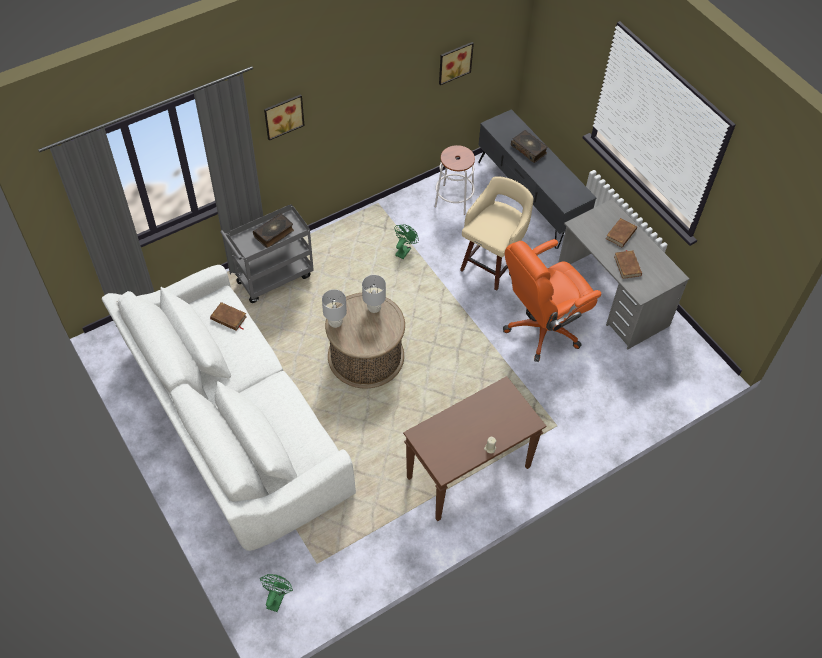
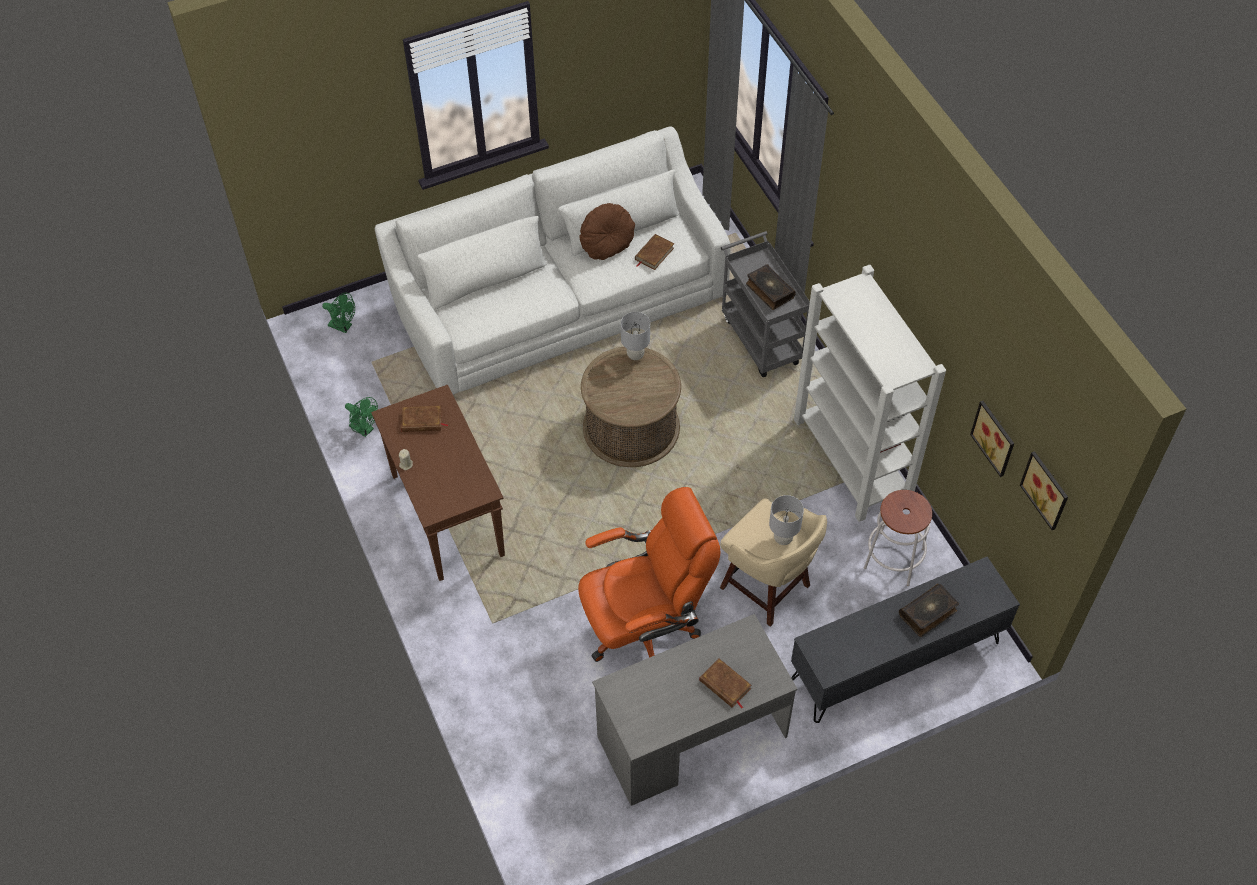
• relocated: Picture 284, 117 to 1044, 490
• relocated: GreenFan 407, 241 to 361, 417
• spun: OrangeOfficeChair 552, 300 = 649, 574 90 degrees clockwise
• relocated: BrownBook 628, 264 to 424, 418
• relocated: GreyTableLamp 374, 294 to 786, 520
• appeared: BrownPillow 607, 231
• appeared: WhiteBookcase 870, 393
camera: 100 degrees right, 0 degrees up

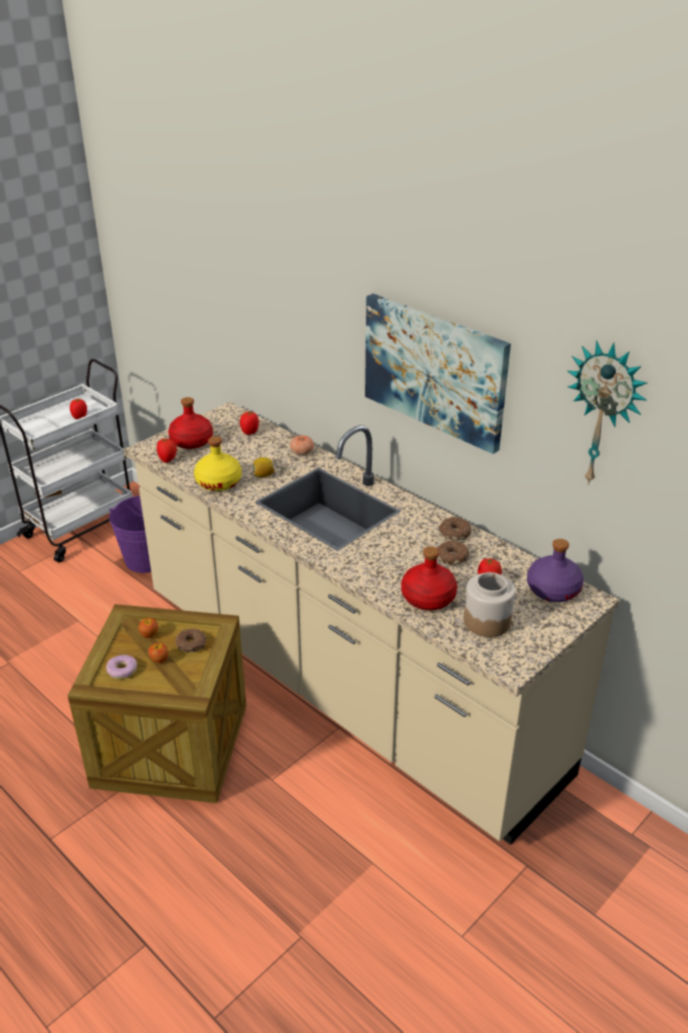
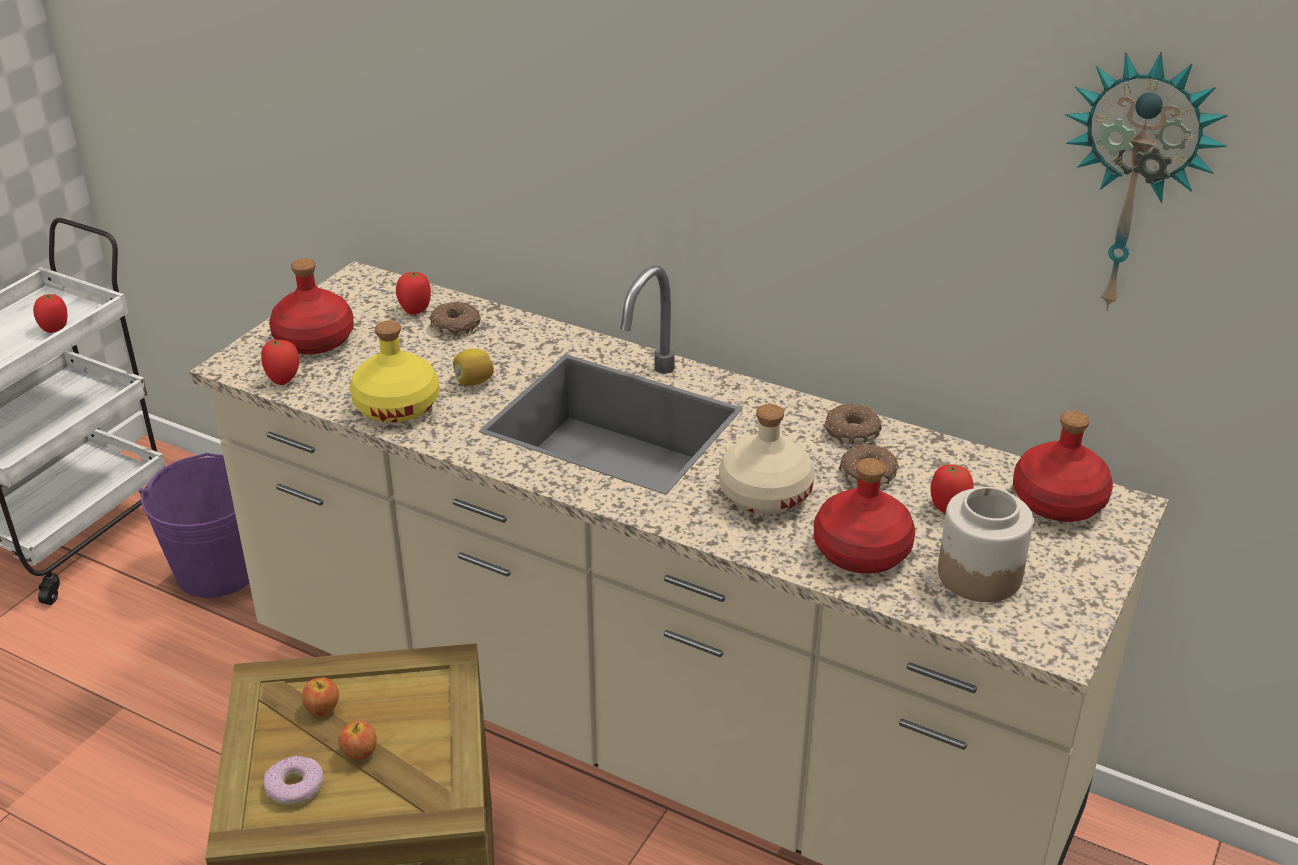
• missing: Picture 438, 374
• missing: Tomato 302, 445
• colour: PurpleBottle 555, 570 to RedBottle 1063, 466
• relocated: Donut 190, 641 to 455, 318
• appeared: BeigeBottle 767, 459
camera: 15 degrees left, 0 degrees up

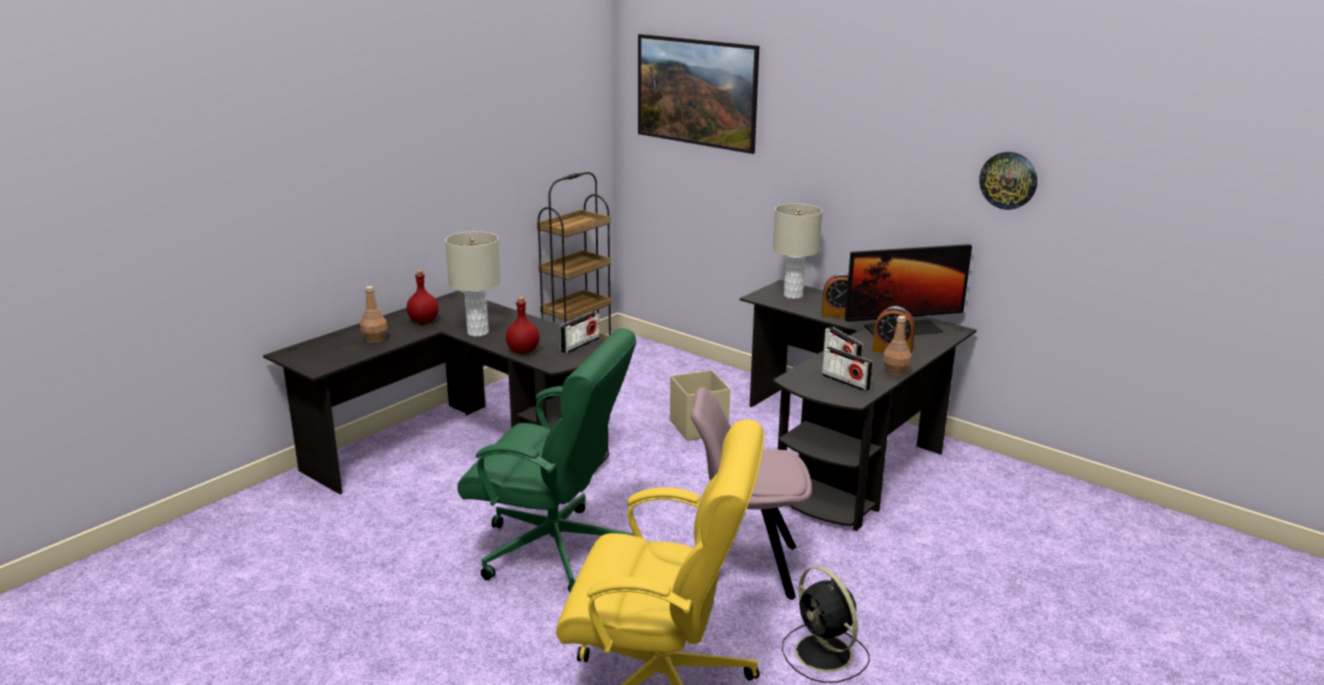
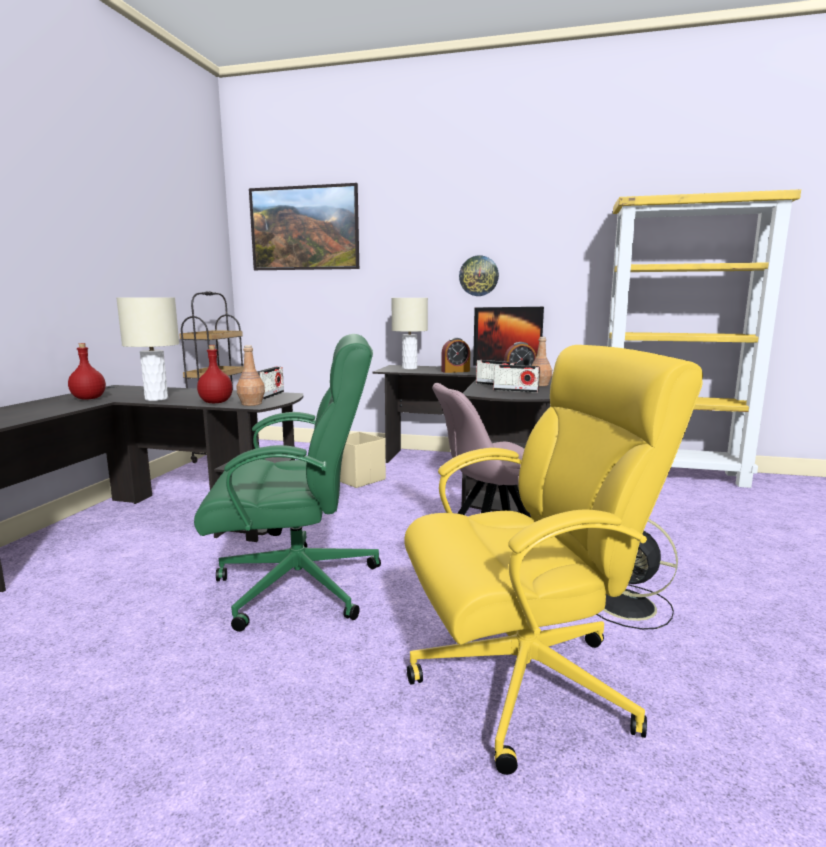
• relocated: WallClock 1008, 181 to 479, 275
• relocated: BrownBottle 373, 314 to 251, 375
• appeared: YellowBookcase 704, 338
camera: 25 degrees left, 10 degrees down

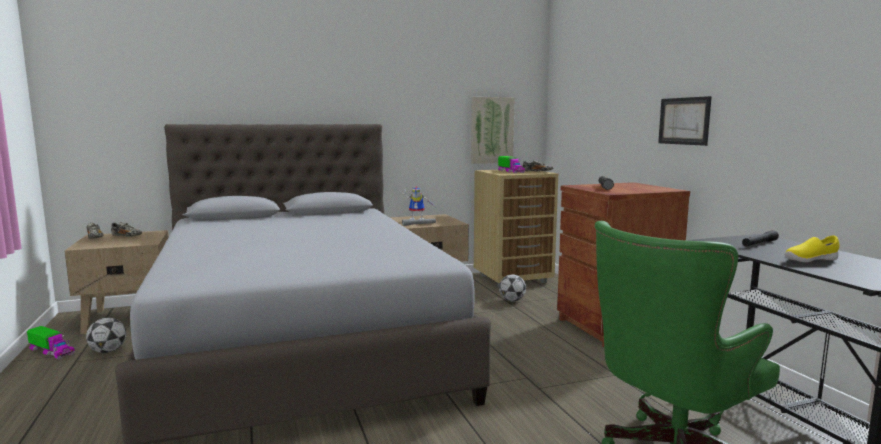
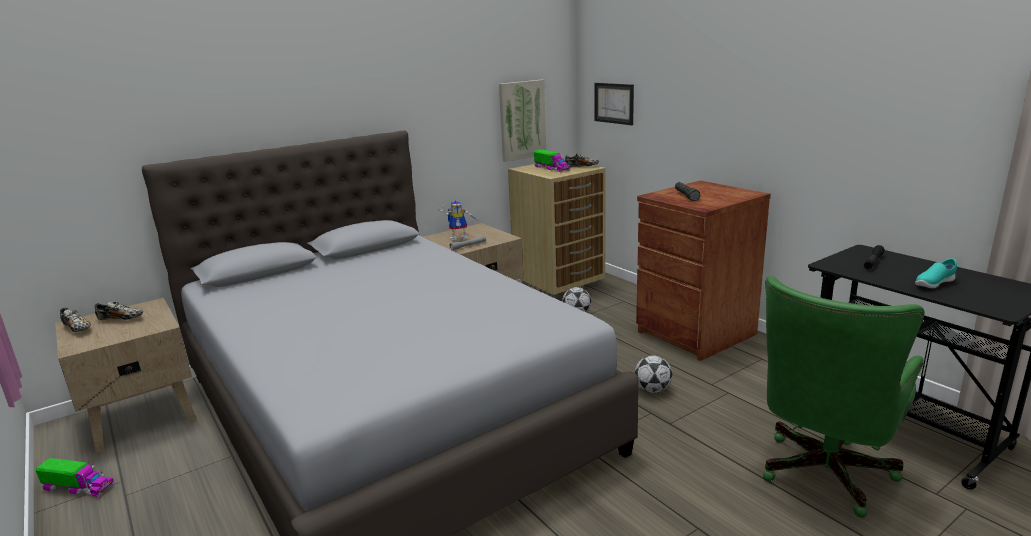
• relocated: Picture 685, 121 to 614, 104
• colour: YellowShoe 812, 249 to TurquoiseShoe 936, 273
• relocated: Football 106, 335 to 653, 374
camera: 15 degrees left, 10 degrees up

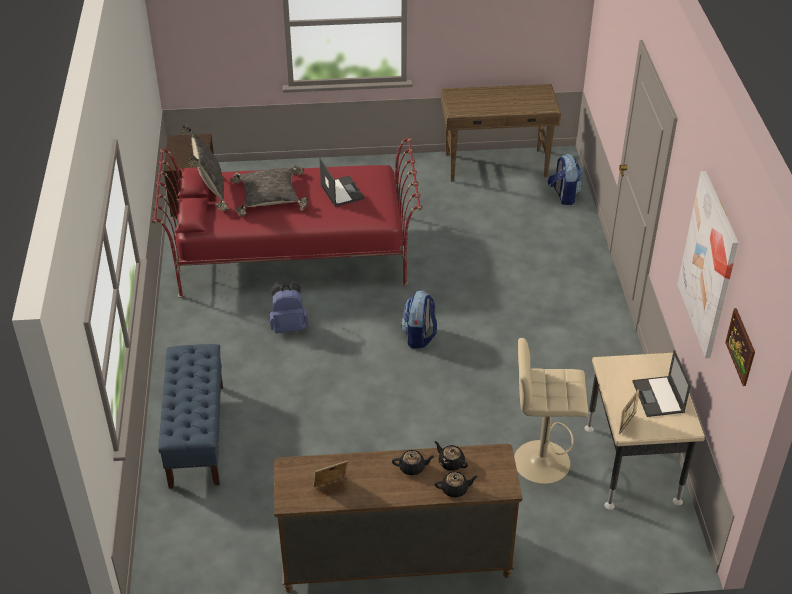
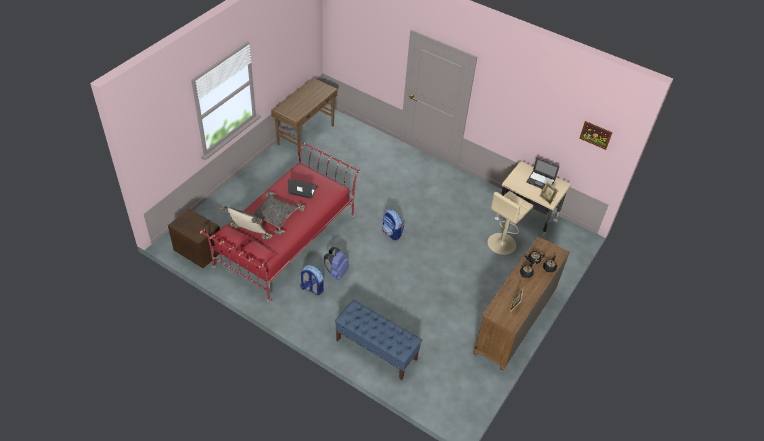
• relocated: Backpack 565, 179 to 312, 280
• missing: Picture 708, 264
camera: 55 degrees left, 5 degrees up

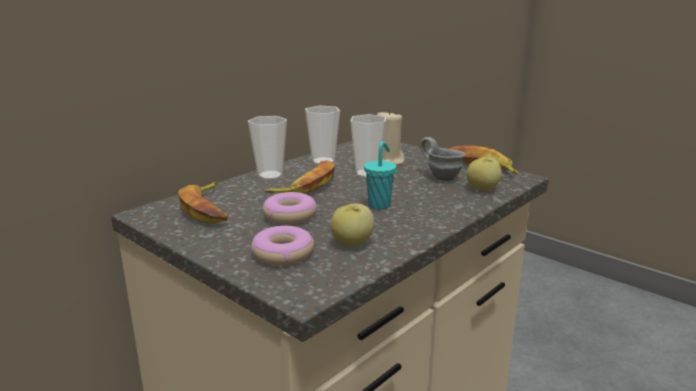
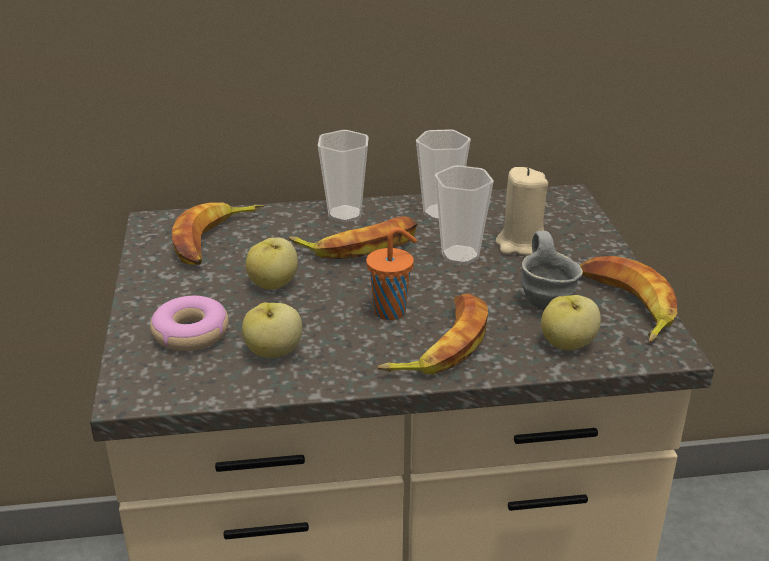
• colour: TurquoiseCup 380, 175 to OrangeCup 391, 273
• exchanged: Donut 290, 208 to Apple 272, 263
• appeared: Banana 432, 334
camera: 40 degrees right, 10 degrees up

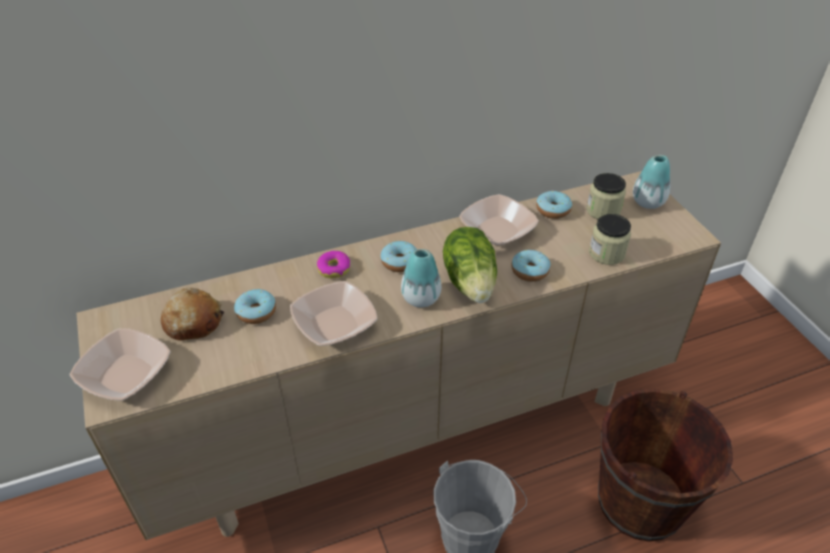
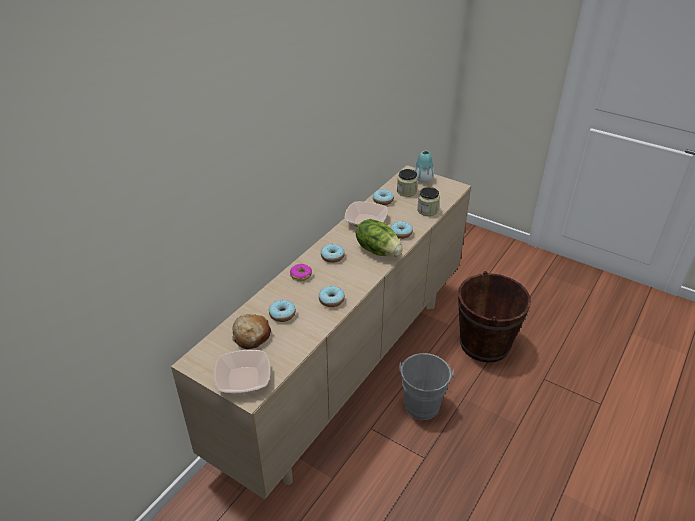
• missing: Vase 421, 278
• exchanged: Bowl 334, 313 to Donut 332, 296
camera: 35 degrees left, 5 degrees down

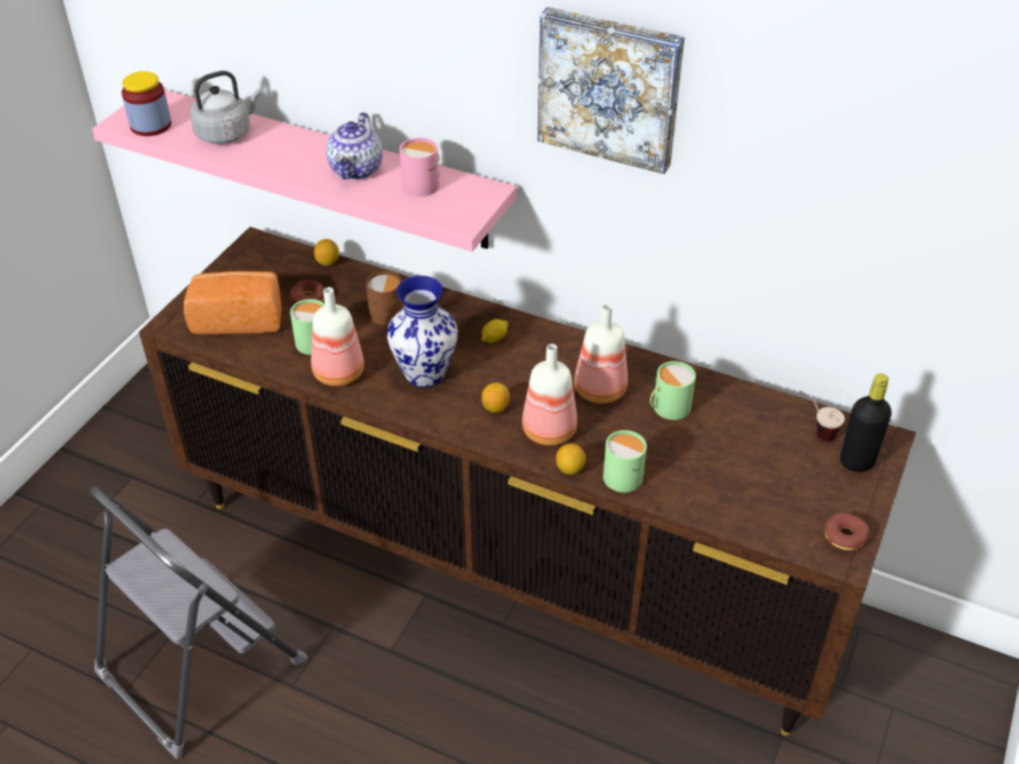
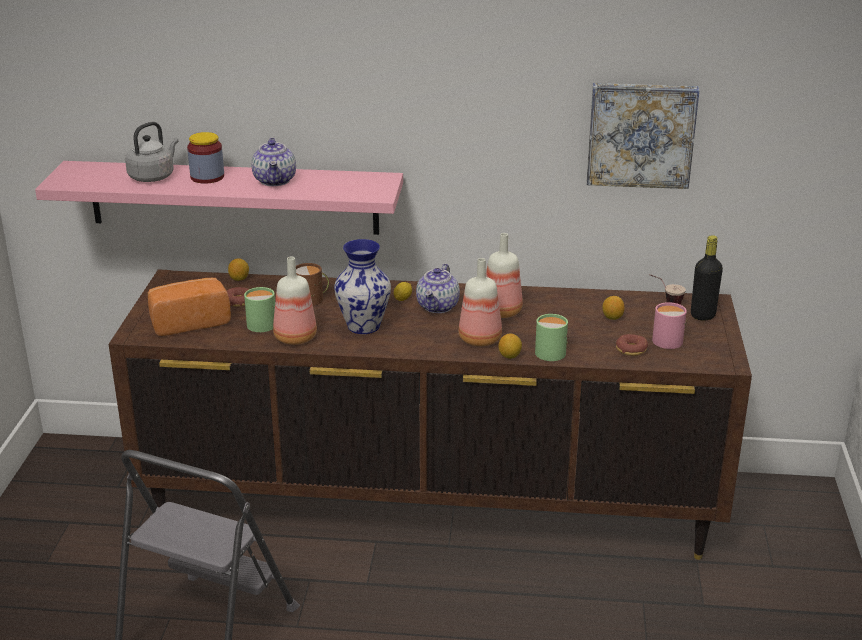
• relocated: Picture 611, 90 to 643, 136
• relocated: Jar 146, 103 to 205, 158
• relocated: PinkMug 419, 167 to 669, 325
• missing: GreenMug 673, 390
• relocated: Lemon 496, 398 to 613, 308
• relocated: Donut 846, 531 to 632, 345
• appeared: Teapot 438, 288
camera: 20 degrees left, 15 degrees down

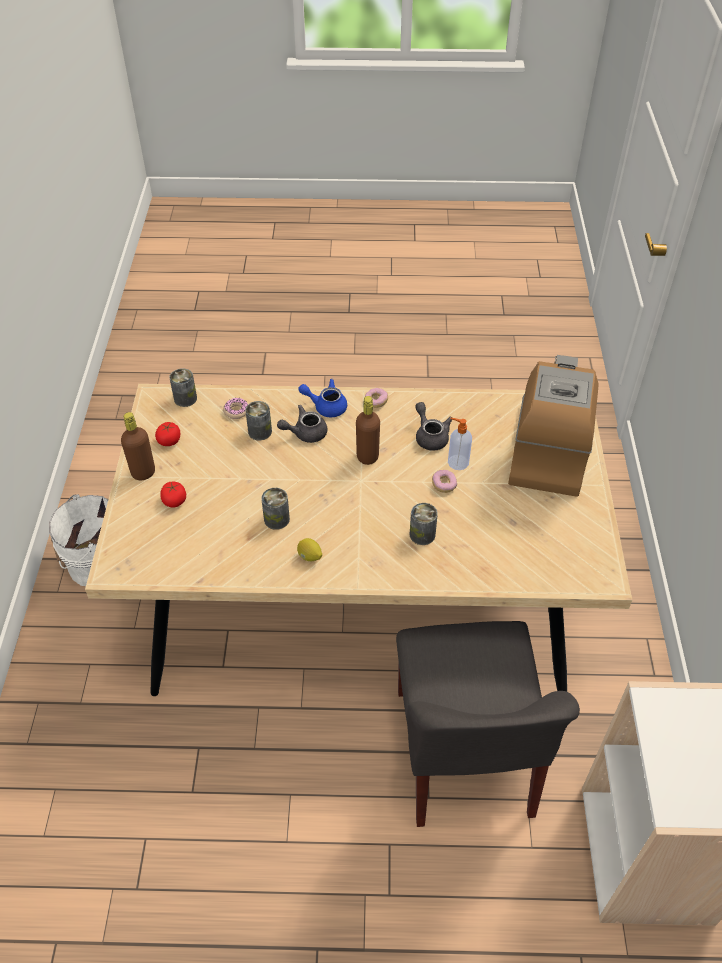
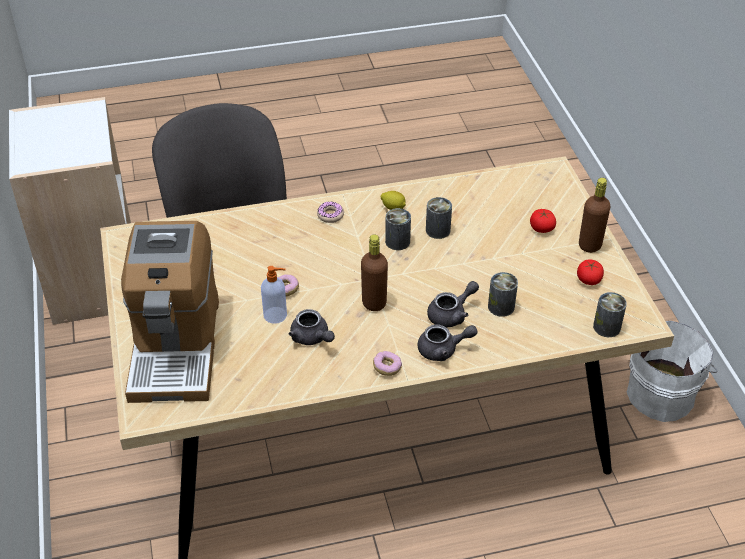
• colour: BlueTeapot 322, 398 to GreyTeapot 447, 342
• relocated: Donut 235, 408 to 330, 212
• relocated: Can 424, 524 to 398, 229
camera: 165 degrees right, 5 degrees down

